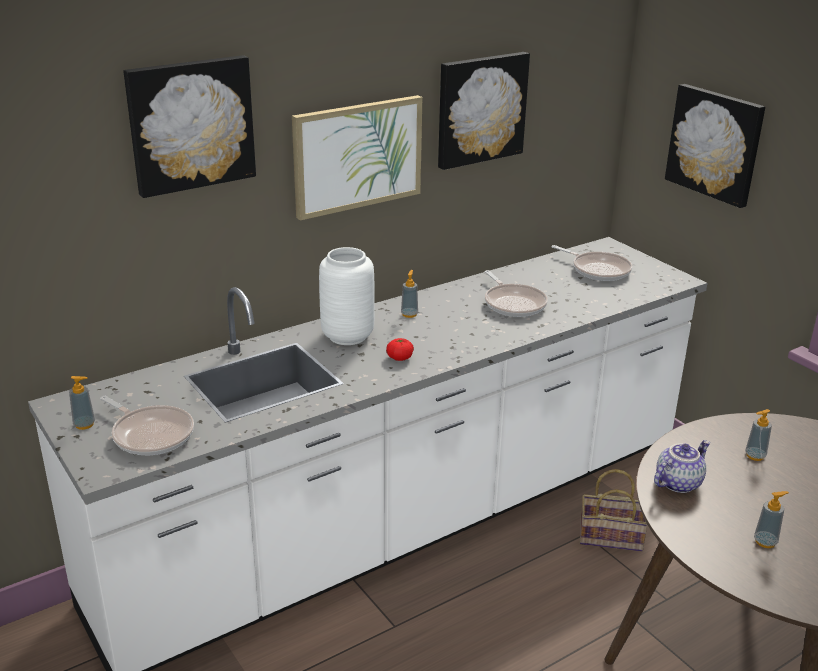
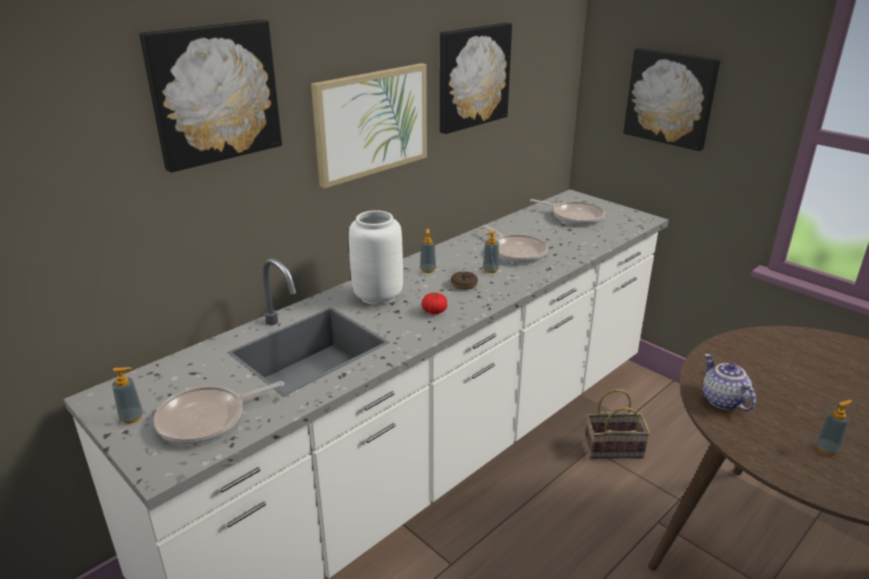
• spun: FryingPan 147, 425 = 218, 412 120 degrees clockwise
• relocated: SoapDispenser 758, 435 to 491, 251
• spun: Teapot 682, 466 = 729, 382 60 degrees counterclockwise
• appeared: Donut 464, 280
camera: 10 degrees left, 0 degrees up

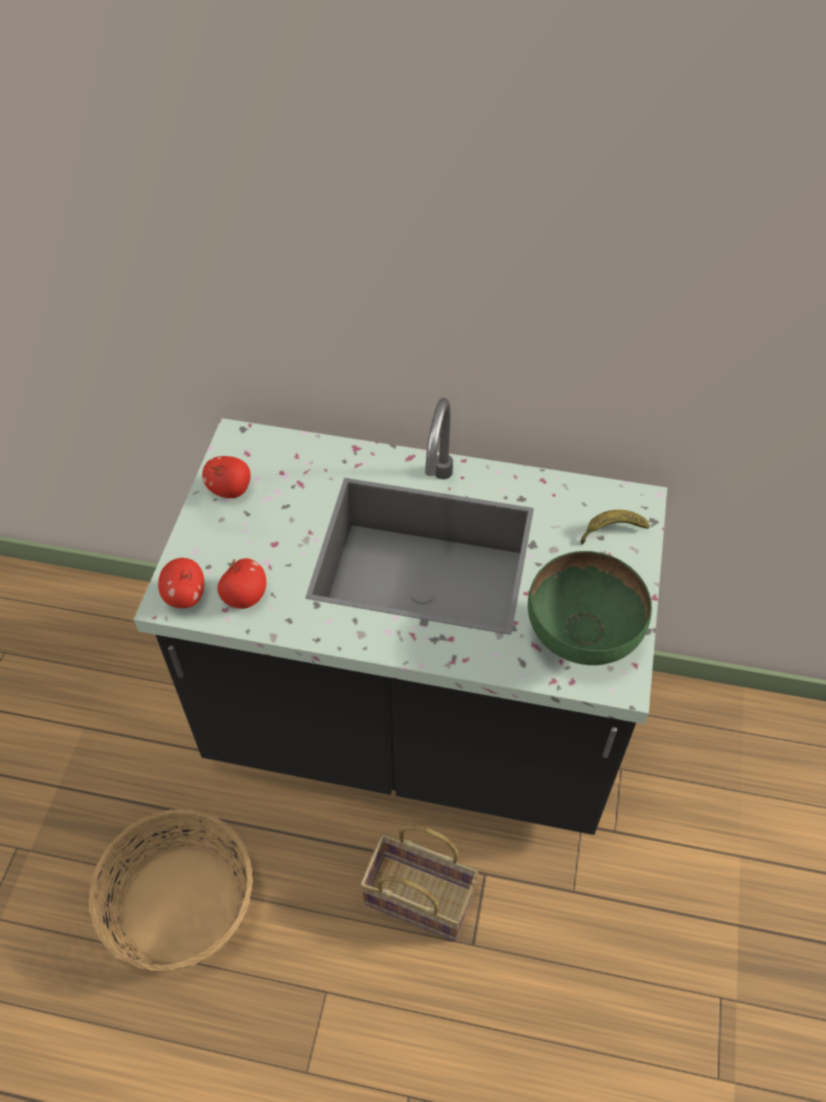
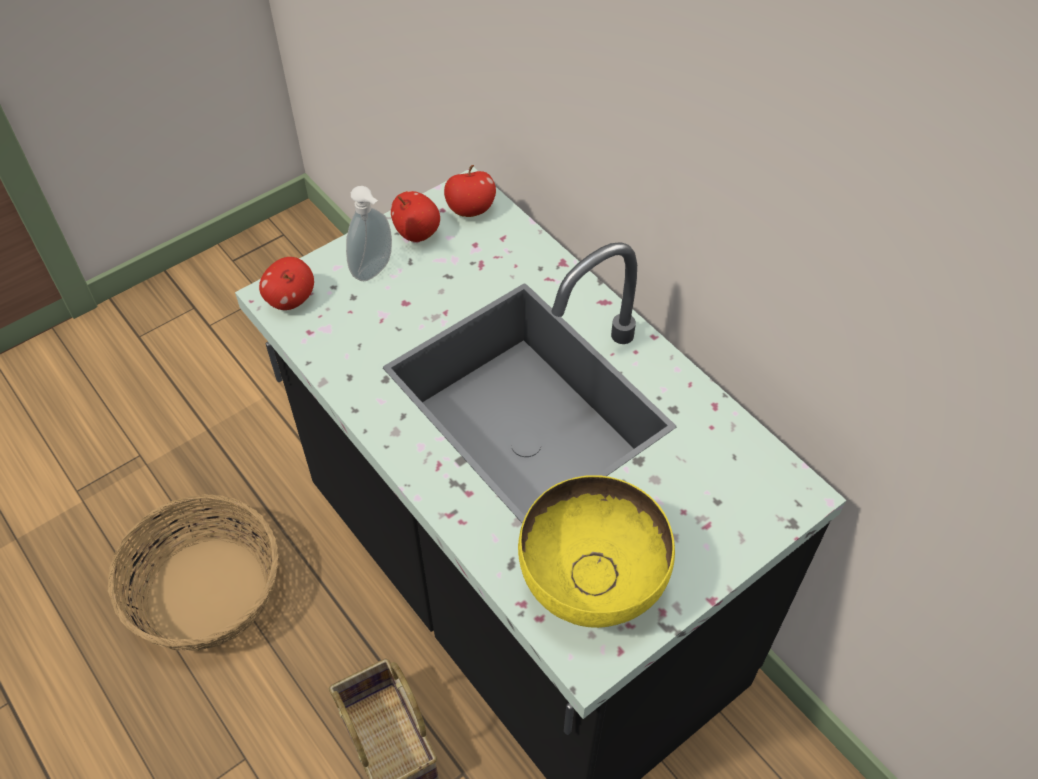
• missing: Banana 615, 527
• colour: GreenBowl 590, 608 to YellowBowl 596, 551
• relocated: Apple 242, 583 to 470, 191
• appeared: SoapDispenser 369, 233
camera: 40 degrees right, 0 degrees up

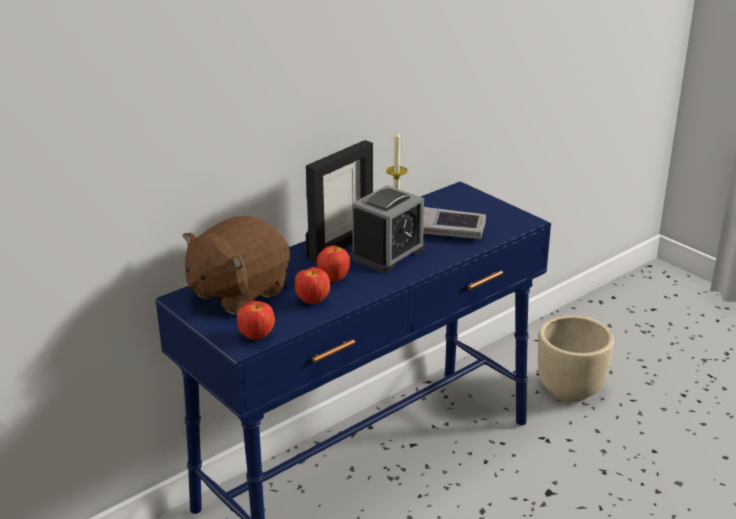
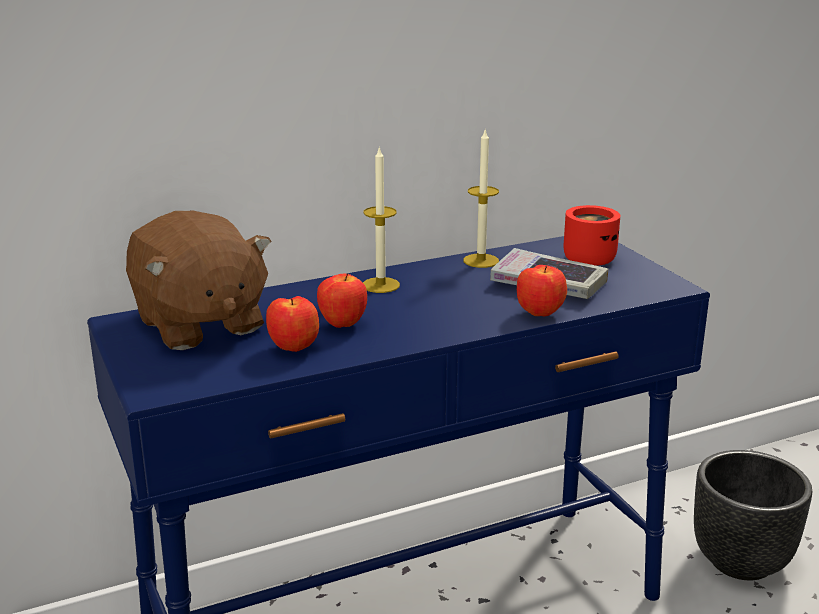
• exchanged: PictureFrame 339, 201 to Candle 381, 219
• missing: AlarmClock 388, 229
• spun: BrownPlushToy 236, 265 = 199, 280 90 degrees counterclockwise
• relocated: Apple 256, 320 to 542, 290
• colour: BeigePlanter 576, 358 to BlackPlanter 753, 515
• appeared: RedMug 592, 235
camera: 15 degrees right, 5 degrees down

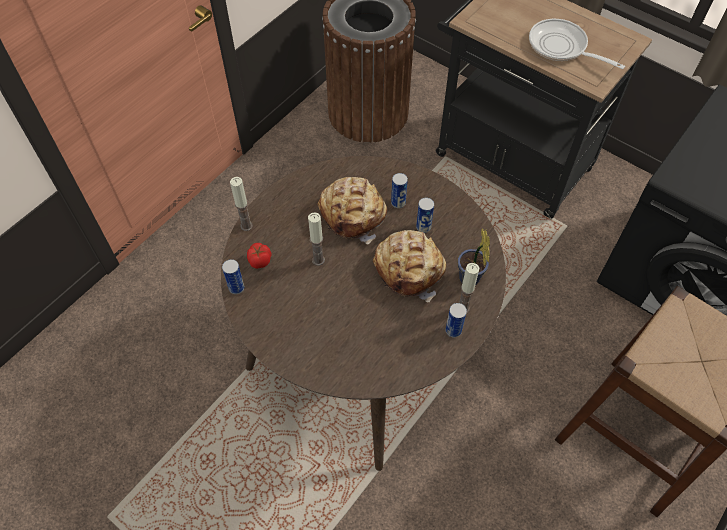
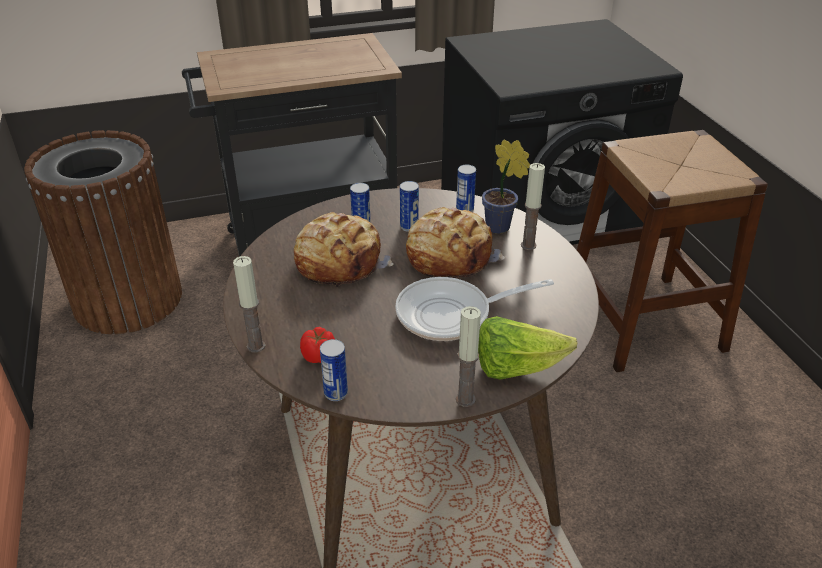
• relocated: FryingPan 577, 44 to 474, 309
• relocated: Candle 316, 239 to 468, 356
• relocated: Can 456, 320 to 466, 188
• appeared: Lettuce 527, 348
camera: 55 degrees left, 20 degrees down

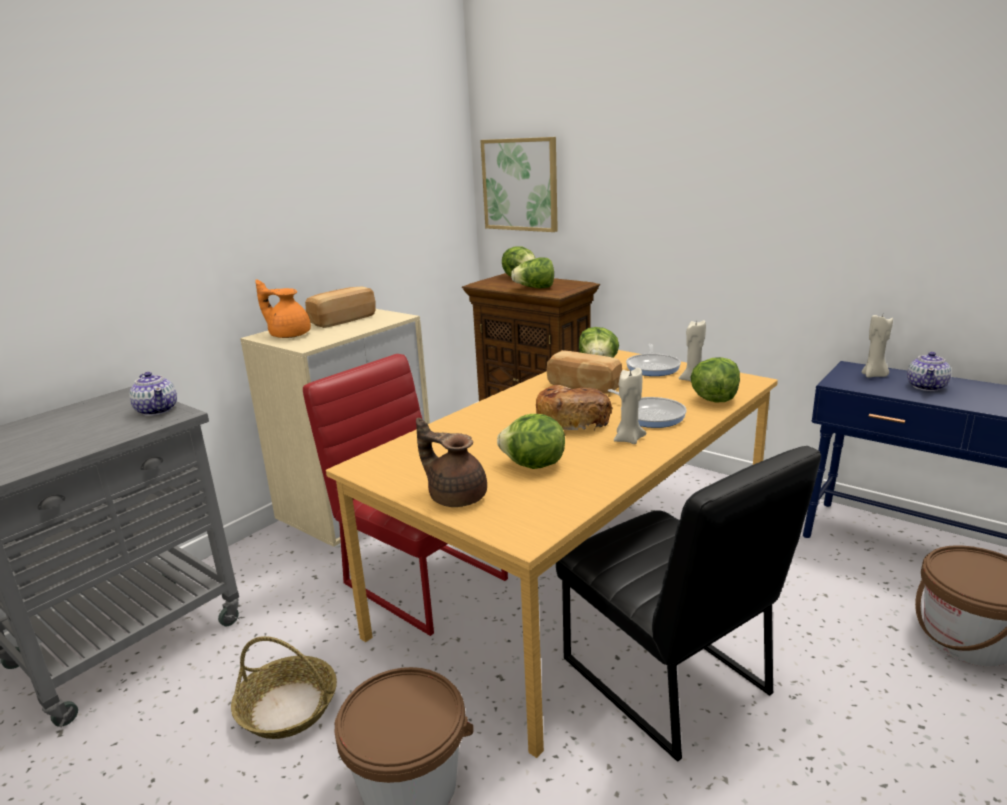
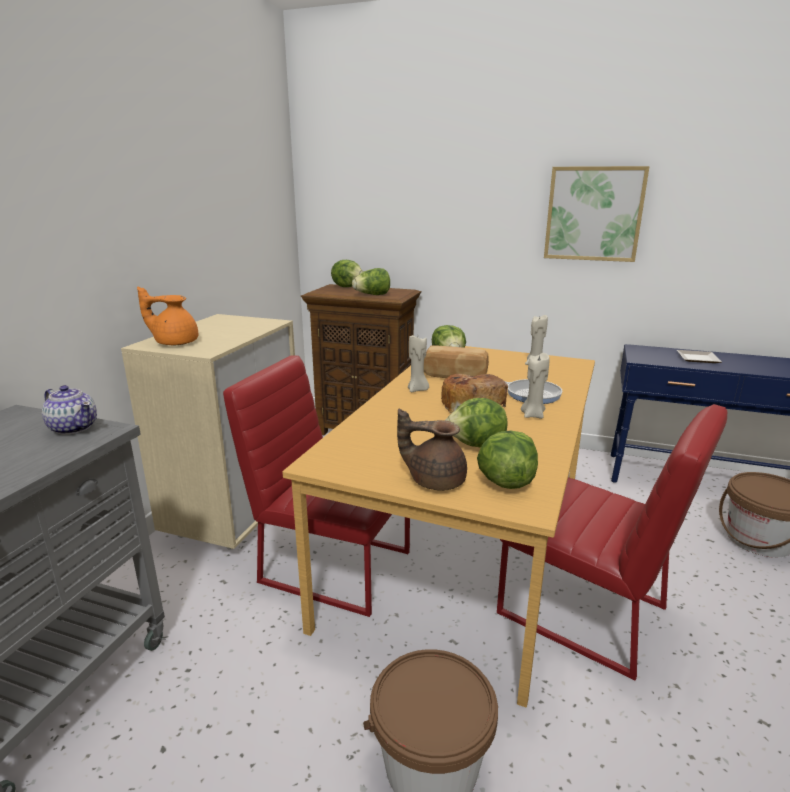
• relocated: Picture 519, 184 to 597, 214
• missing: Bread 340, 307
• relocated: BeigeCandle 877, 346 to 418, 363
• missing: FryingPan 653, 360
• exchanged: Teapot 929, 371 to Plate 699, 356
• relocated: Lettuce 715, 379 to 507, 459
• colour: BlackChair 688, 604 to RedChair 612, 542
• missing: Basket 284, 687
camera: 20 degrees left, 0 degrees up

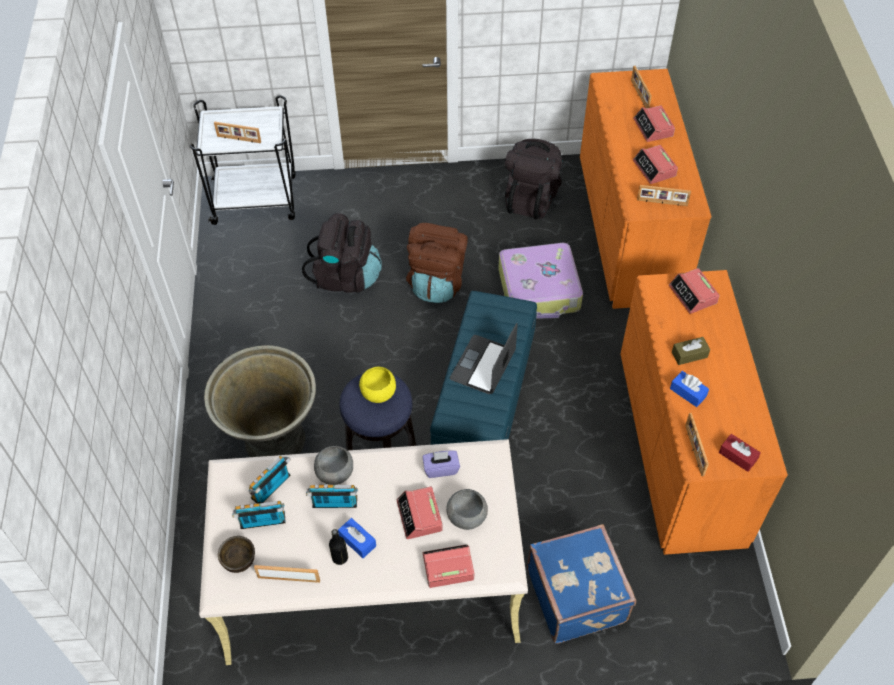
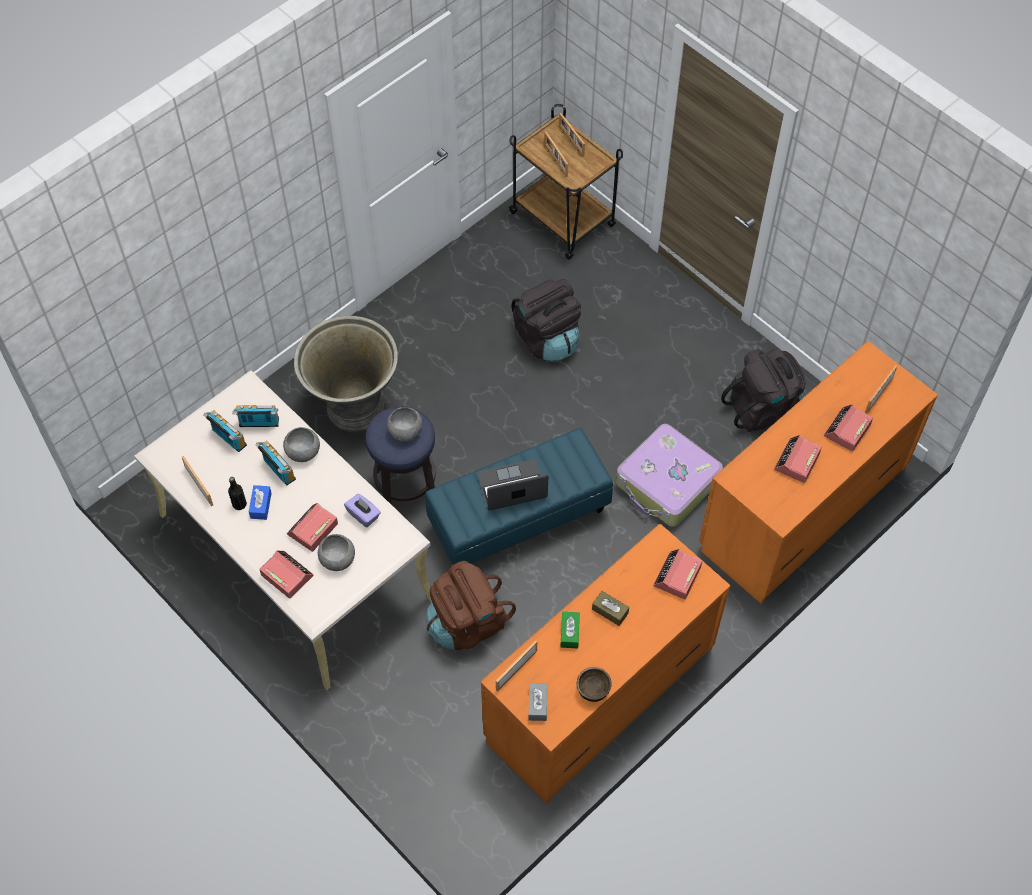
• colour: WhiteCart 243, 160 to BrownCart 565, 182
• relocated: PictureFrame 664, 195 to 572, 135
• relocated: BrownBackpack 437, 263 to 471, 605
• colour: YellowBowl 377, 385 to GreyBowl 404, 424
• colour: BlueTissueBox 689, 389 to GreenTissueBox 570, 630
• colour: RedTissueBox 740, 453 to GreyTissueBox 538, 702
• missing: BlueSuitcase 581, 584
• relocated: BrownBowl 236, 554 to 594, 684
camera: 50 degrees right, 5 degrees up

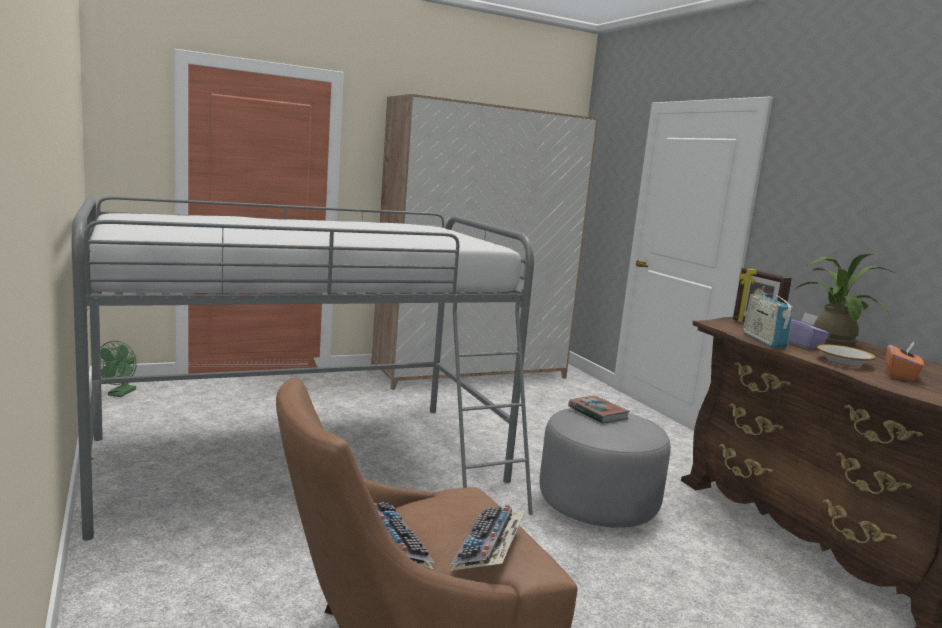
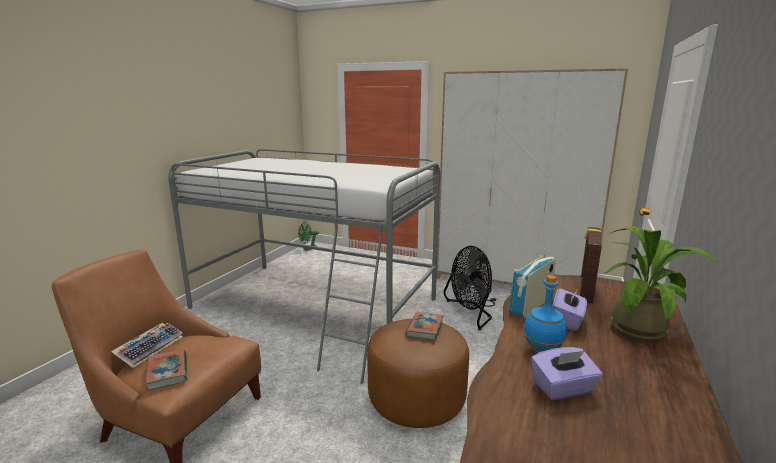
• colour: OrangeTissueBox 905, 361 to PurpleTissueBox 567, 373
• exchanged: Bowl 846, 355 to BlueBottle 545, 314
• colour: GreyOttoman 605, 468 to BrownOttoman 418, 373
• exchanged: Keyboard 488, 537 to Book 166, 370
• appeared: BlackFan 470, 288
camera: 50 degrees right, 5 degrees up

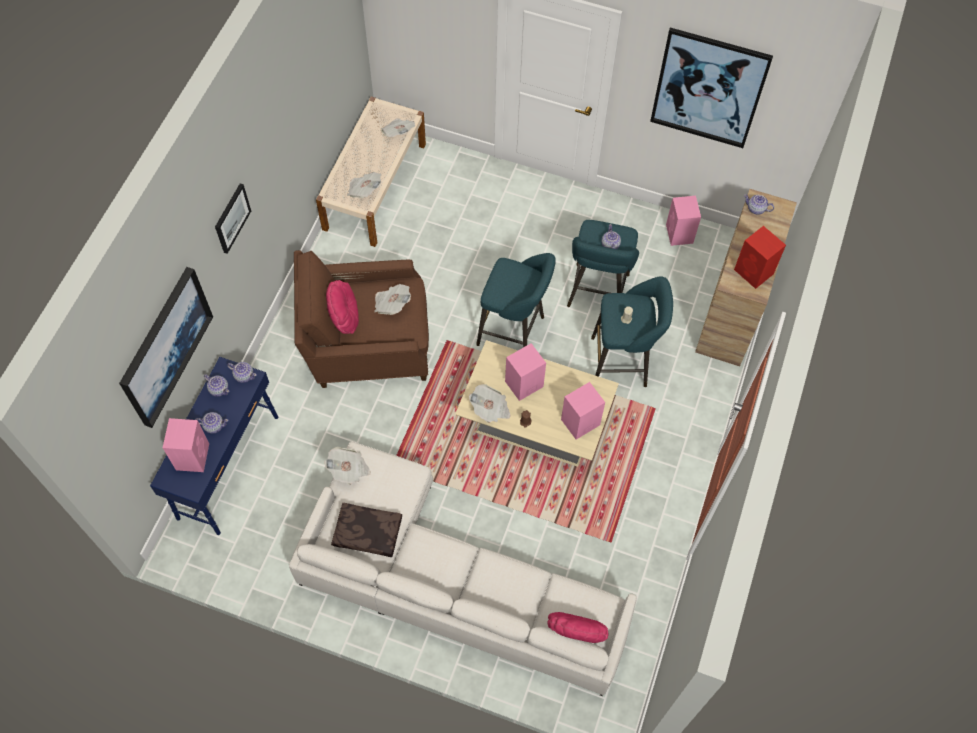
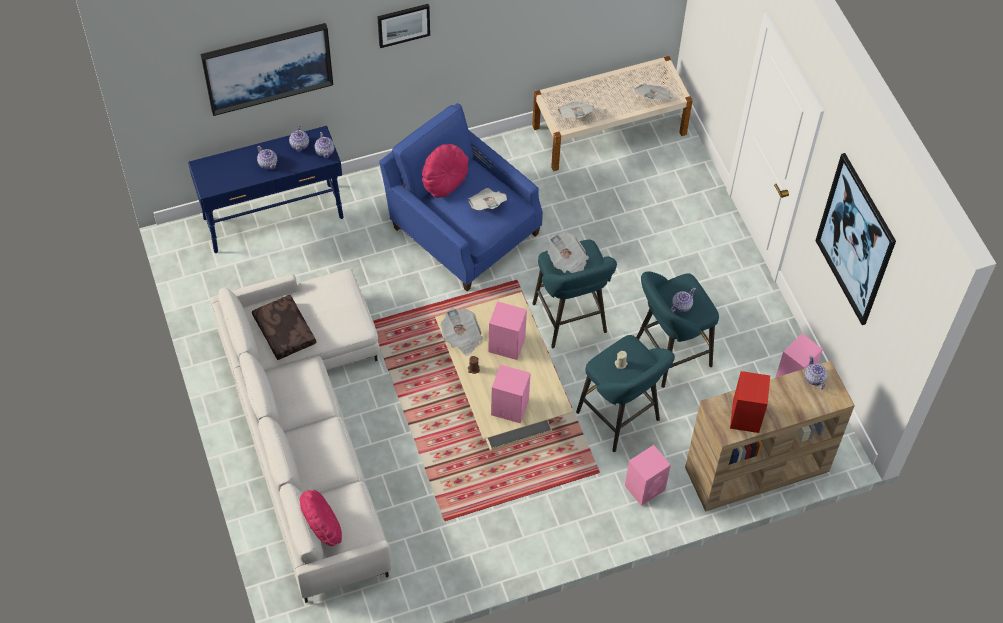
• colour: BrownArmchair 361, 319 to BlueArmchair 461, 197
• relocated: PinkSpeaker 186, 445 to 648, 475
• relocated: Newspaper 347, 466 to 568, 252
camera: 50 degrees right, 5 degrees down

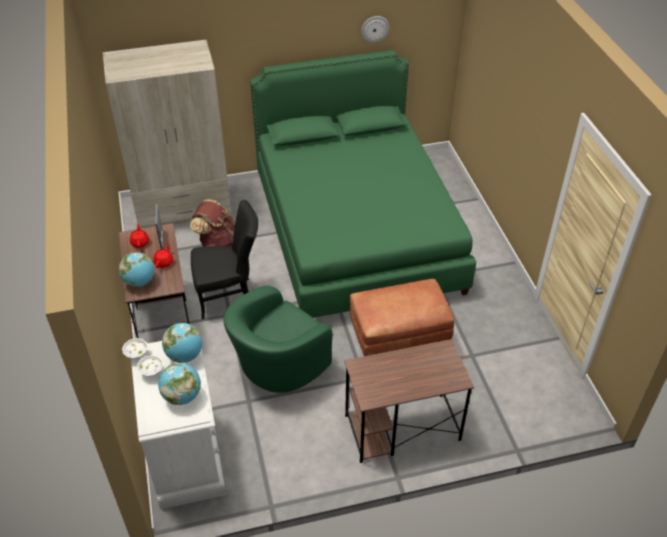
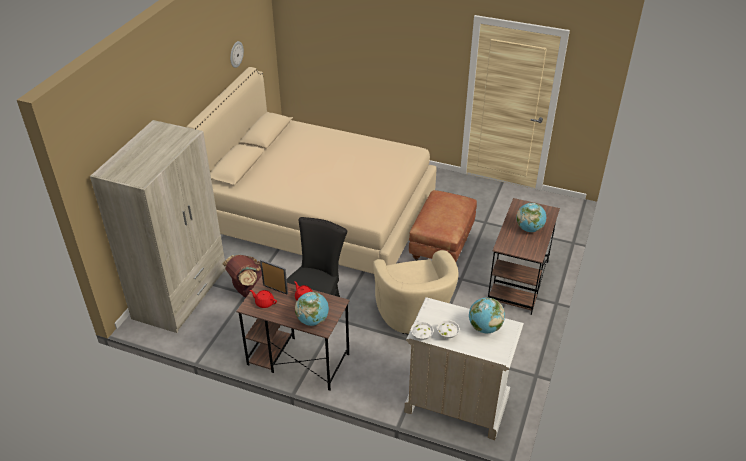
• colour: GreenBed 363, 184 to BeigeBed 312, 170
• colour: GreenArmchair 278, 339 to BeigeArmchair 415, 292
• relocated: Globe 182, 343 to 531, 217
camera: 55 degrees left, 5 degrees down

